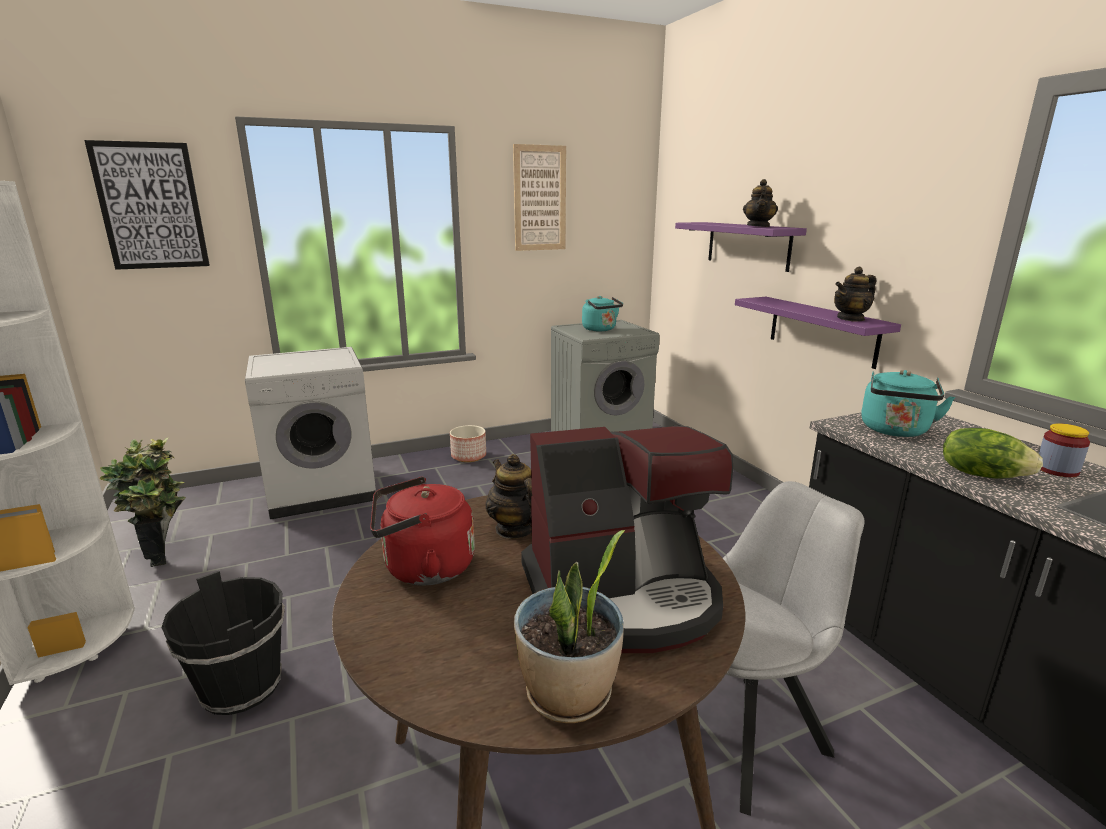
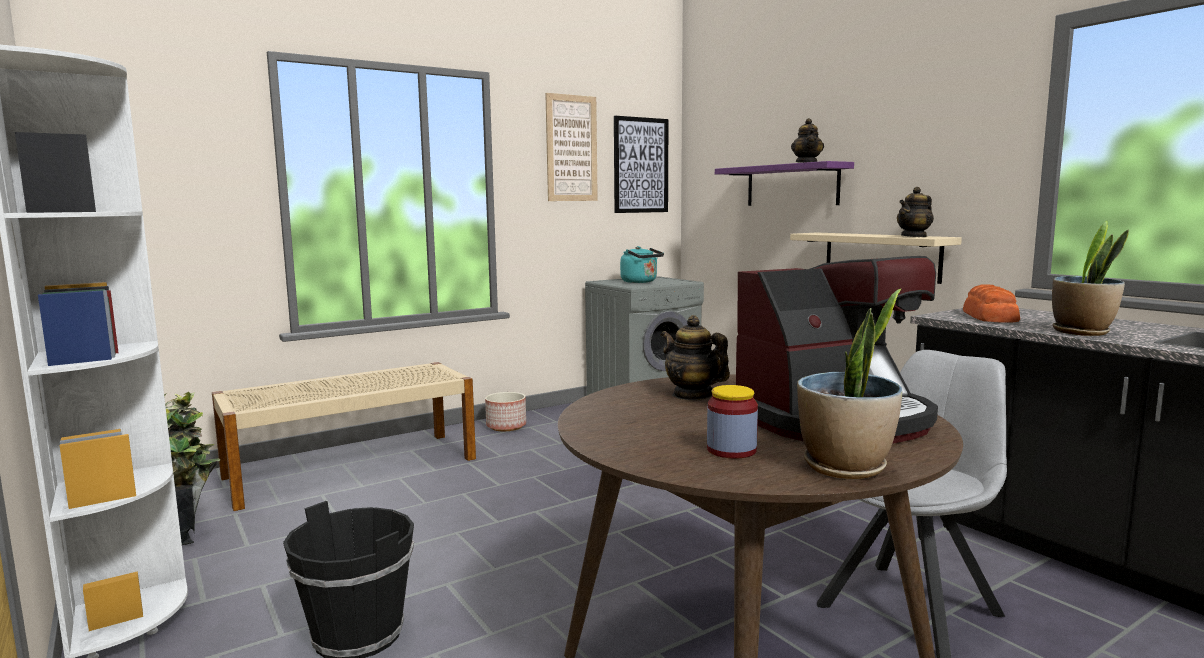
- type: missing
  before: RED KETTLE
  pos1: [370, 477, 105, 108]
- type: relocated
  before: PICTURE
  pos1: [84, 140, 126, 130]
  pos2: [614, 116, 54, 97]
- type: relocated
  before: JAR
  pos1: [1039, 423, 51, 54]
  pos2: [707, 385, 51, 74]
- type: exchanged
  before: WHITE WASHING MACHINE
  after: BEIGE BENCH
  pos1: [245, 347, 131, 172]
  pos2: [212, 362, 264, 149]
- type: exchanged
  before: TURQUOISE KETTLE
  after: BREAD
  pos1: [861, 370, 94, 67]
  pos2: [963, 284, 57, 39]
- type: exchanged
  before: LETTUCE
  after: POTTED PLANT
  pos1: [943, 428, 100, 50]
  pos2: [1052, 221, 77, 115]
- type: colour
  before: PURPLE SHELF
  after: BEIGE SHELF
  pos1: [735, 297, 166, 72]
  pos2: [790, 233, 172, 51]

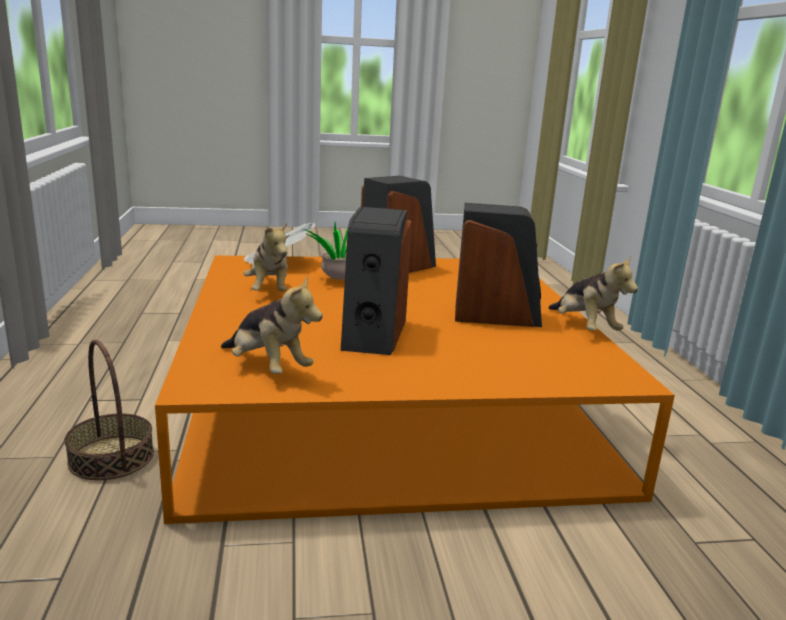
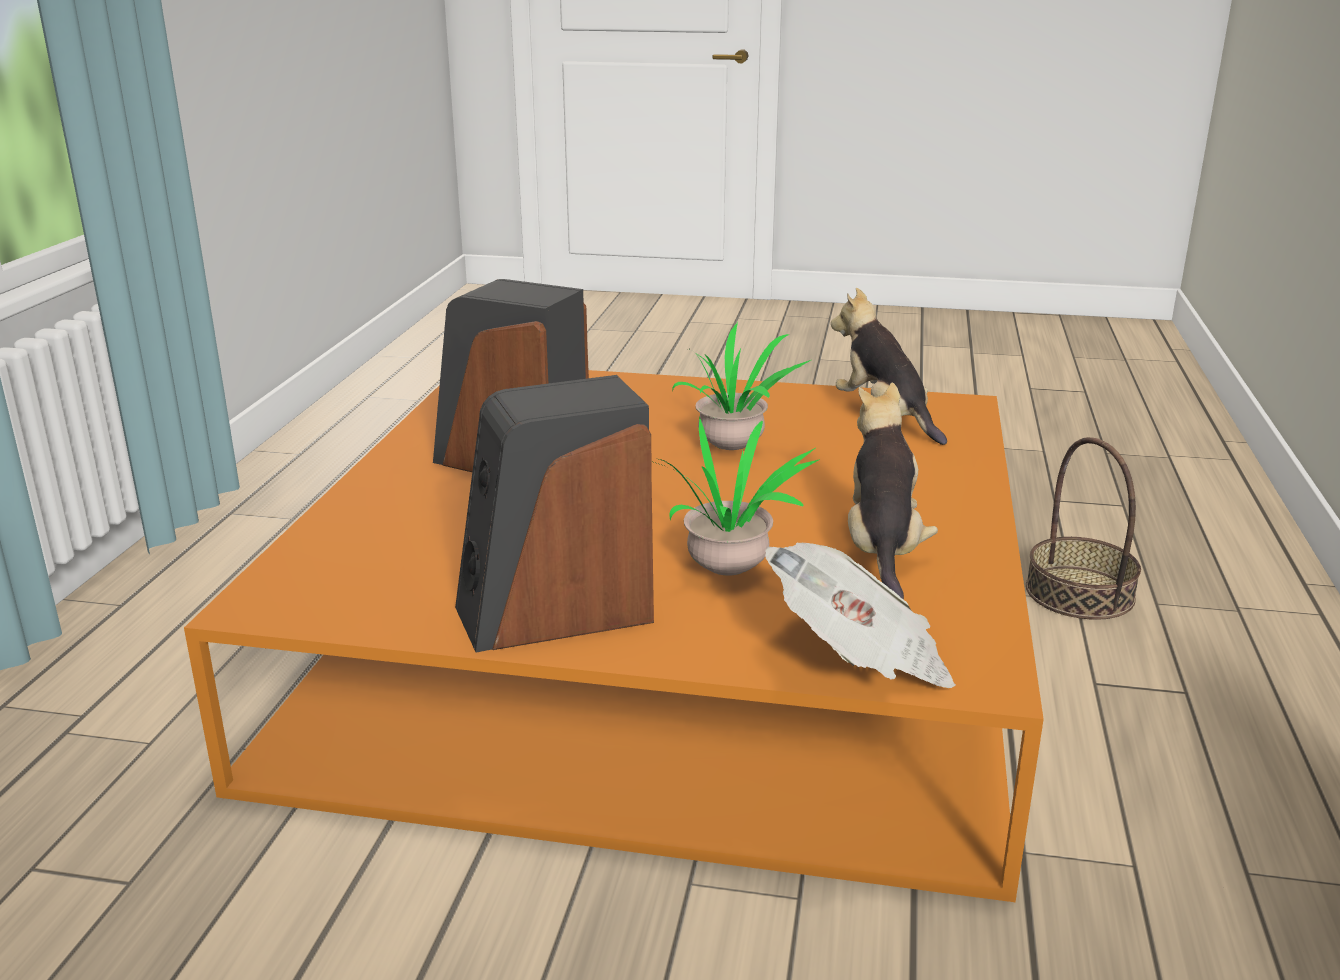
- type: missing
  before: PLUSH TOY
  pos1: [549, 256, 89, 75]
- type: exchanged
  before: SPEAKER
  after: POTTED PLANT
  pos1: [341, 207, 71, 148]
  pos2: [672, 322, 139, 128]

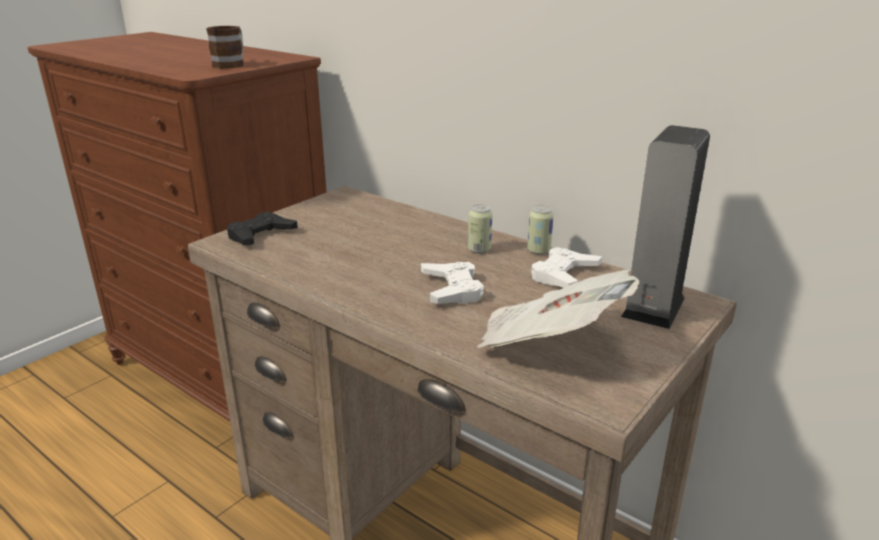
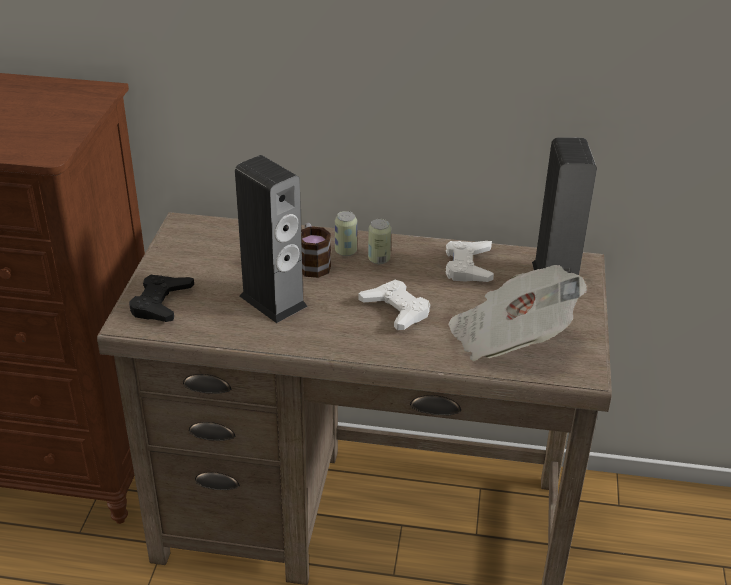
- type: appeared
  after: SPEAKER
  pos2: [235, 155, 73, 168]
- type: relocated
  before: MUG
  pos1: [206, 26, 38, 42]
  pos2: [301, 223, 30, 55]
- type: relocated
  before: CAN
  pos1: [527, 205, 27, 50]
  pos2: [335, 211, 22, 45]

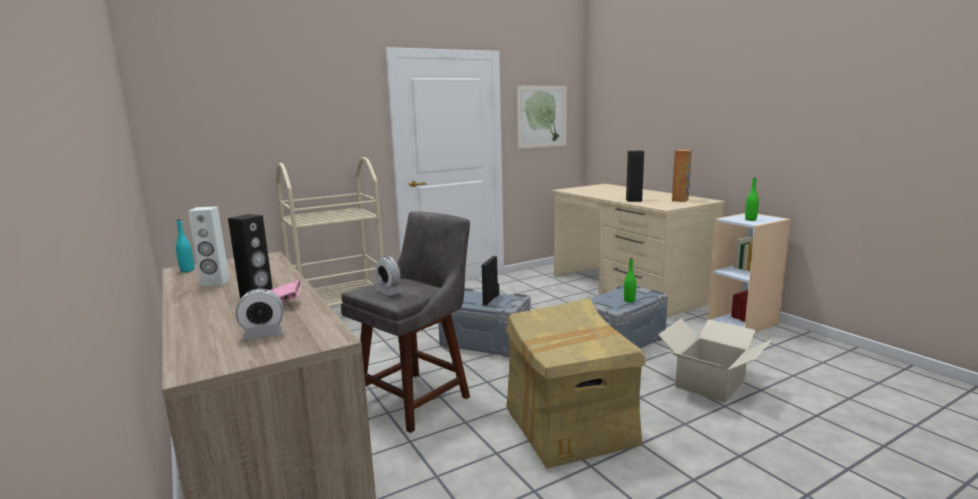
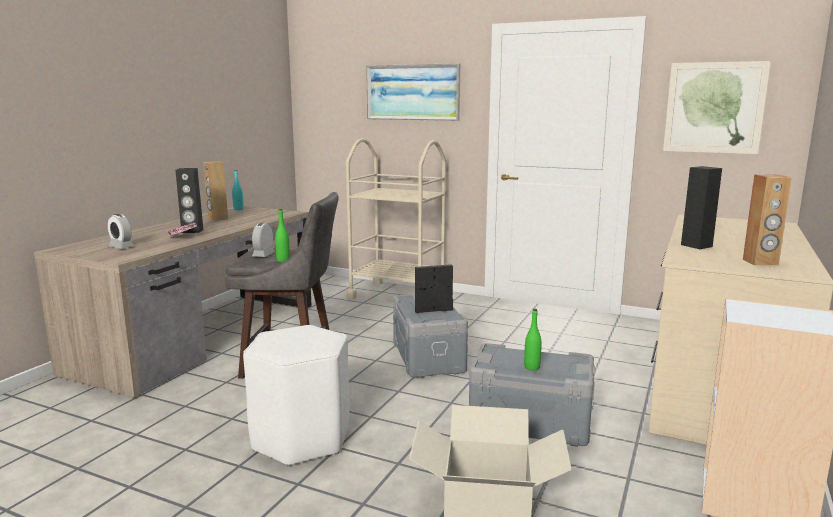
- type: appeared
  after: PICTURE
  pos2: [366, 63, 94, 58]
- type: relocated
  before: GREEN BOTTLE
  pos1: [745, 178, 14, 43]
  pos2: [275, 209, 15, 53]
- type: exchanged
  before: CARDBOARD BOX
  after: WHITE STOOL
  pos1: [506, 298, 139, 170]
  pos2: [243, 325, 106, 142]
- type: colour
  before: WHITE SPEAKER
  after: BROWN SPEAKER
  pos1: [188, 206, 42, 80]
  pos2: [203, 161, 25, 60]

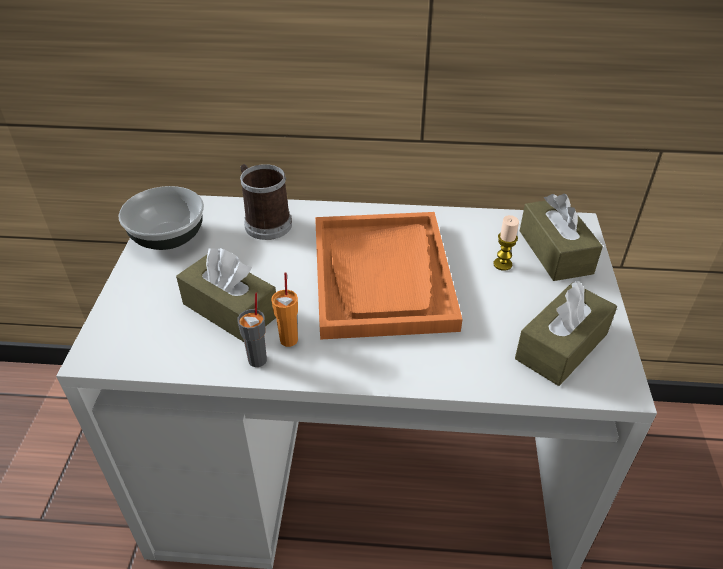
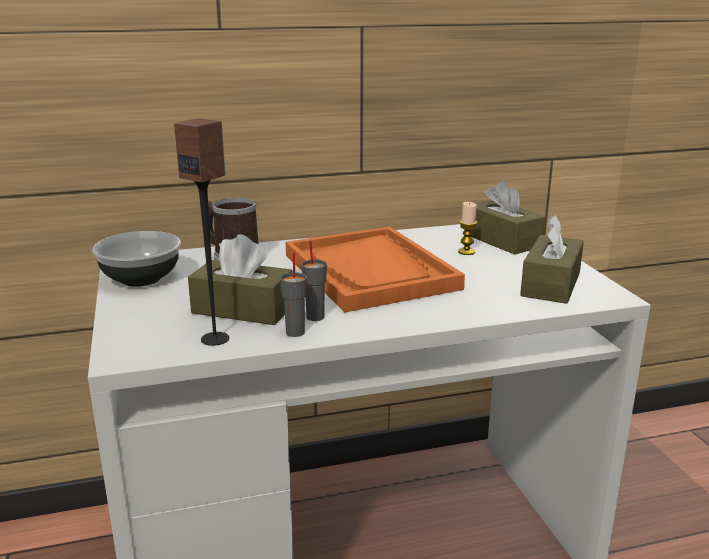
- type: appeared
  after: SPEAKER
  pos2: [174, 118, 55, 228]
- type: colour
  before: ORANGE CUP
  after: GREY CUP
  pos1: [271, 273, 27, 74]
  pos2: [302, 241, 25, 80]

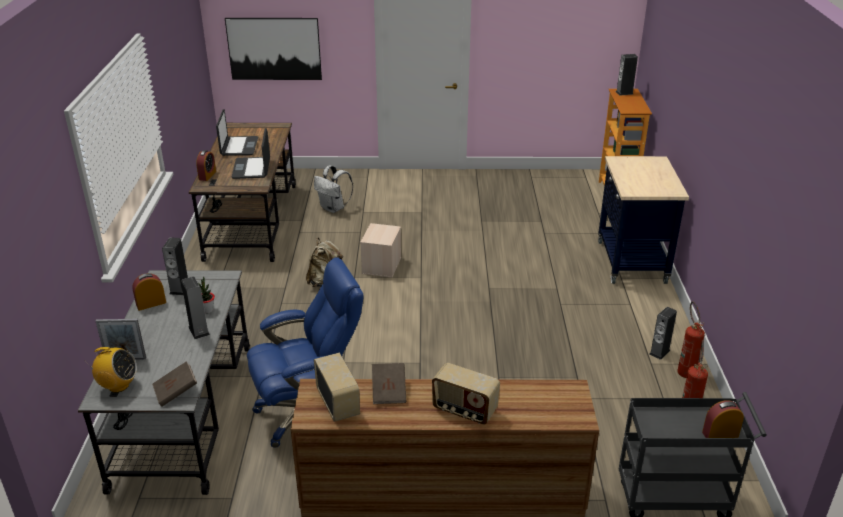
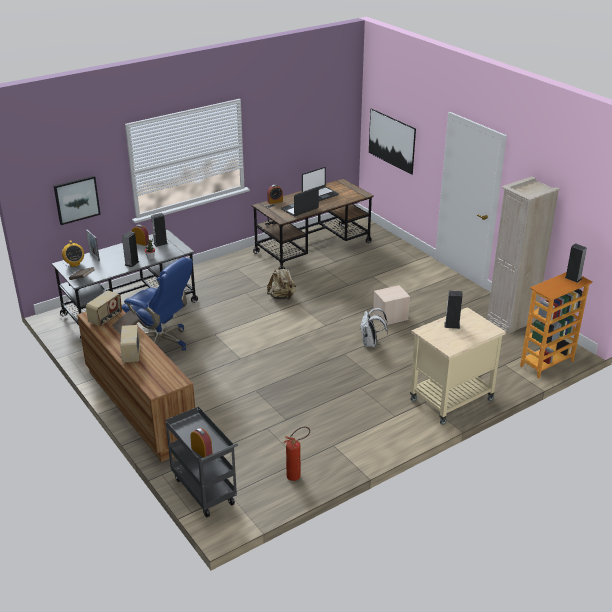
- type: missing
  before: FIRE EXTINGUISHER
  pos1: [678, 301, 27, 77]
- type: appeared
  after: PICTURE
  pos2: [53, 176, 48, 49]
- type: appeared
  after: BEIGE CABINET
  pos2: [487, 176, 73, 157]
- type: relocated
  before: WHITE BACKPACK
  pos1: [314, 165, 39, 48]
  pos2: [360, 308, 28, 39]
- type: relocated
  before: BEIGE STORAGE BOX
  pos1: [360, 223, 41, 55]
  pos2: [373, 285, 37, 41]
- type: relocated
  before: SPEAKER
  pos1: [650, 307, 27, 53]
  pos2: [445, 291, 18, 38]
- type: colour
  before: BLUE CART
  after: BEIGE CART
  pos1: [598, 156, 91, 128]
  pos2: [410, 307, 96, 118]

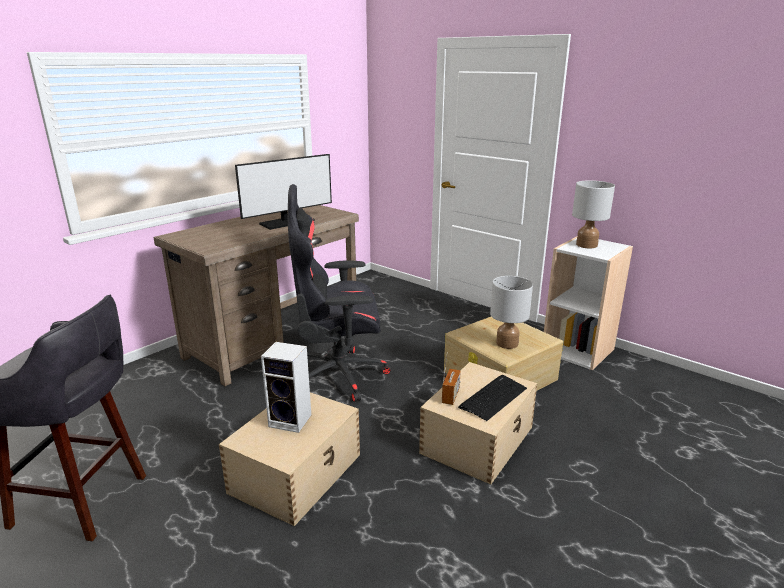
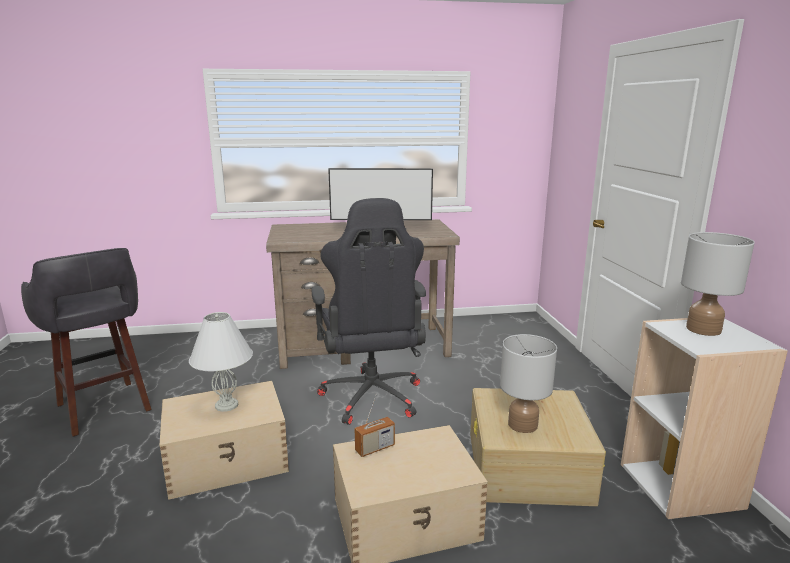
- type: missing
  before: KEYBOARD
  pos1: [458, 375, 69, 46]
- type: exchanged
  before: SPEAKER
  after: WHITE TABLE LAMP
  pos1: [261, 342, 50, 91]
  pos2: [189, 312, 64, 100]
- type: spun
  before: BLACK OFFICE CHAIR
  pos1: [288, 184, 103, 218]
  pos2: [312, 198, 114, 227]
  turn: -135

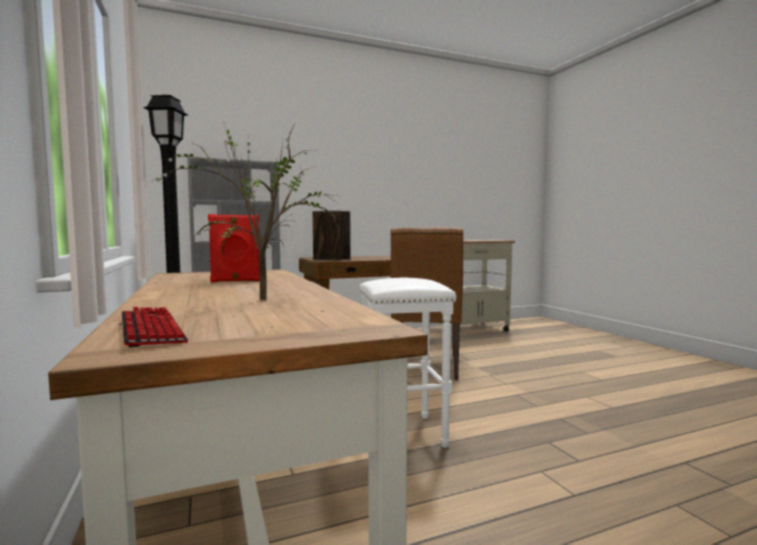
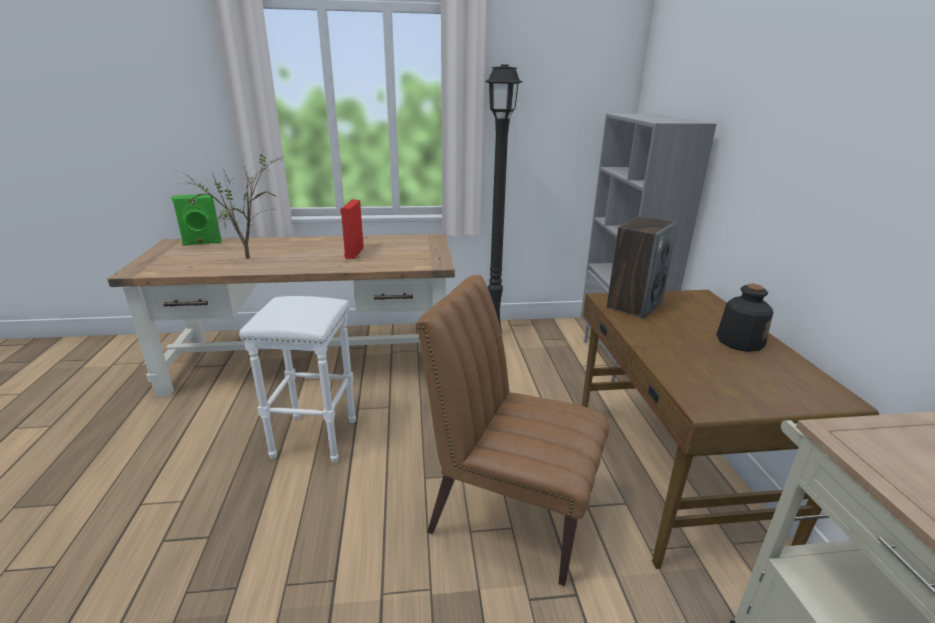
- type: appeared
  after: BOTTLE
  pos2: [716, 284, 57, 68]
- type: exchanged
  before: KEYBOARD
  after: GREEN SPEAKER
  pos1: [122, 307, 66, 41]
  pos2: [171, 194, 51, 52]

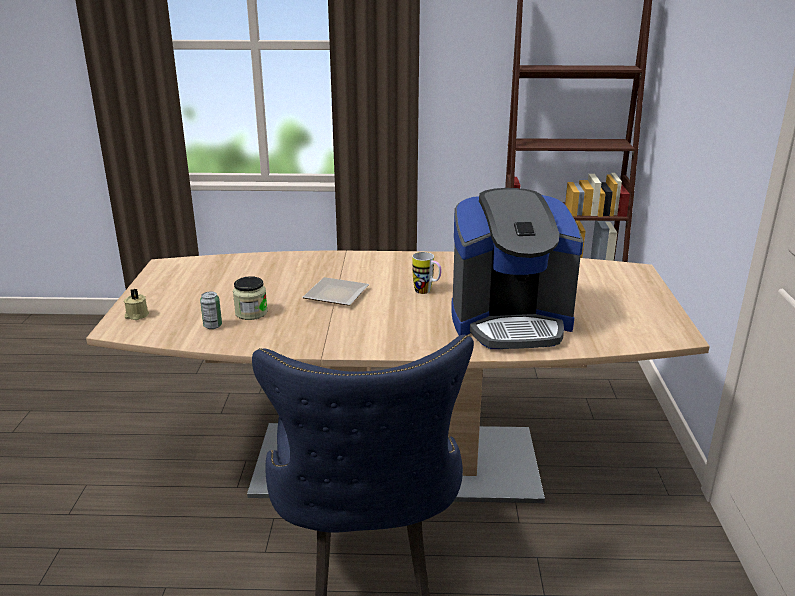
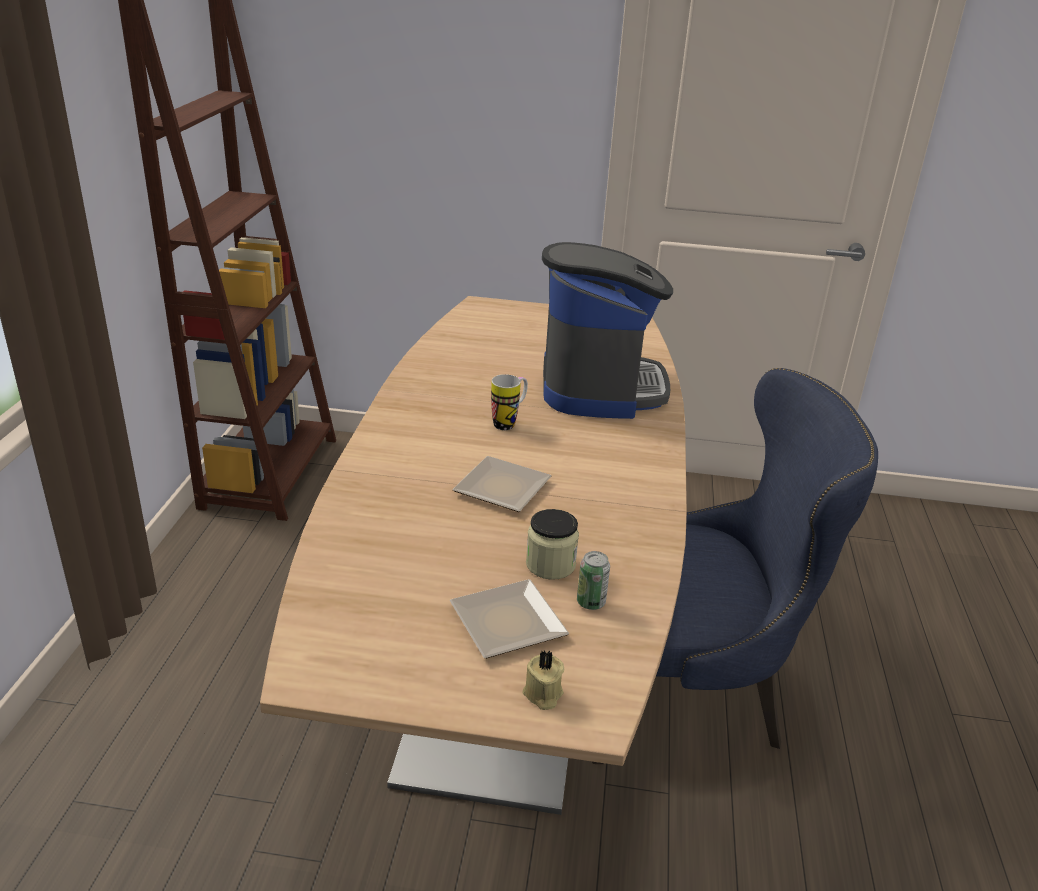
- type: appeared
  after: PLATE
  pos2: [450, 579, 119, 80]

